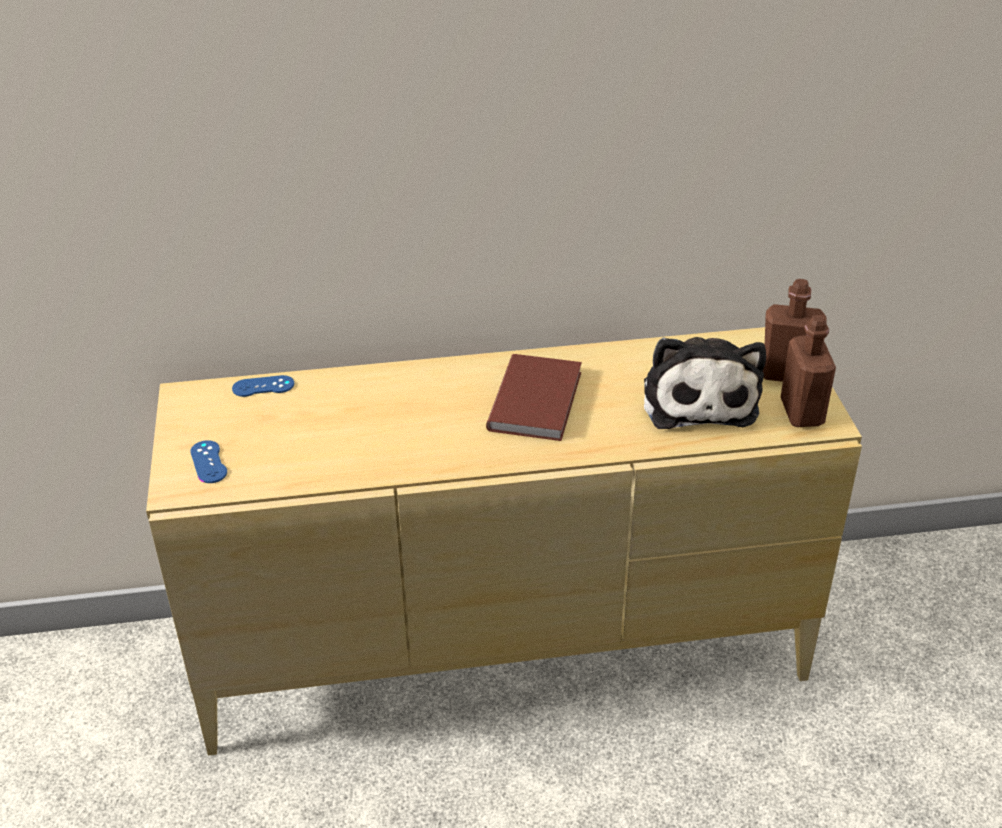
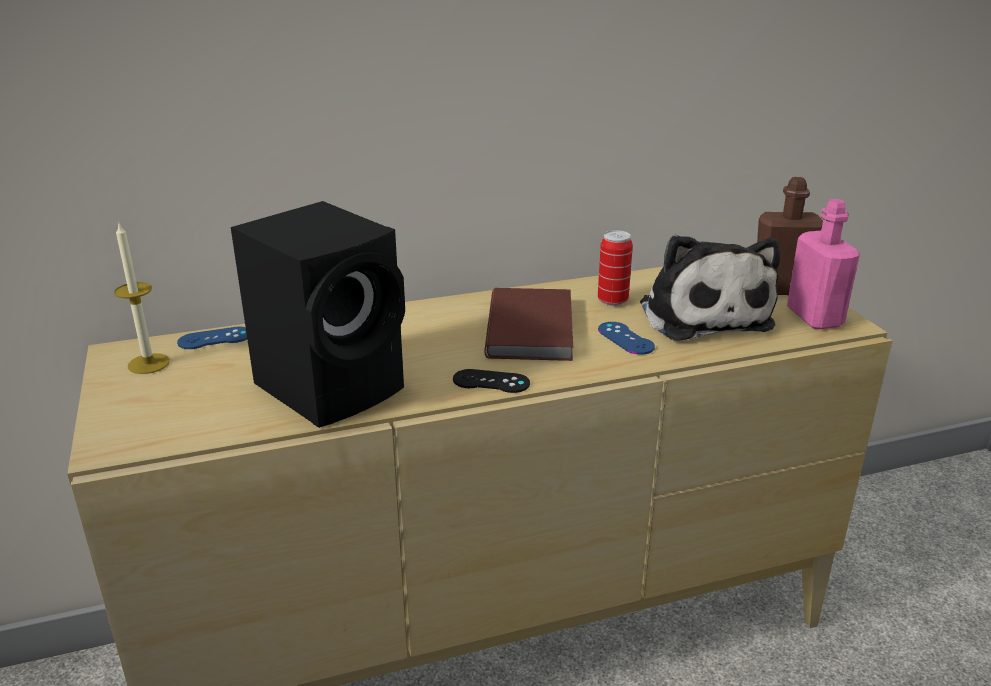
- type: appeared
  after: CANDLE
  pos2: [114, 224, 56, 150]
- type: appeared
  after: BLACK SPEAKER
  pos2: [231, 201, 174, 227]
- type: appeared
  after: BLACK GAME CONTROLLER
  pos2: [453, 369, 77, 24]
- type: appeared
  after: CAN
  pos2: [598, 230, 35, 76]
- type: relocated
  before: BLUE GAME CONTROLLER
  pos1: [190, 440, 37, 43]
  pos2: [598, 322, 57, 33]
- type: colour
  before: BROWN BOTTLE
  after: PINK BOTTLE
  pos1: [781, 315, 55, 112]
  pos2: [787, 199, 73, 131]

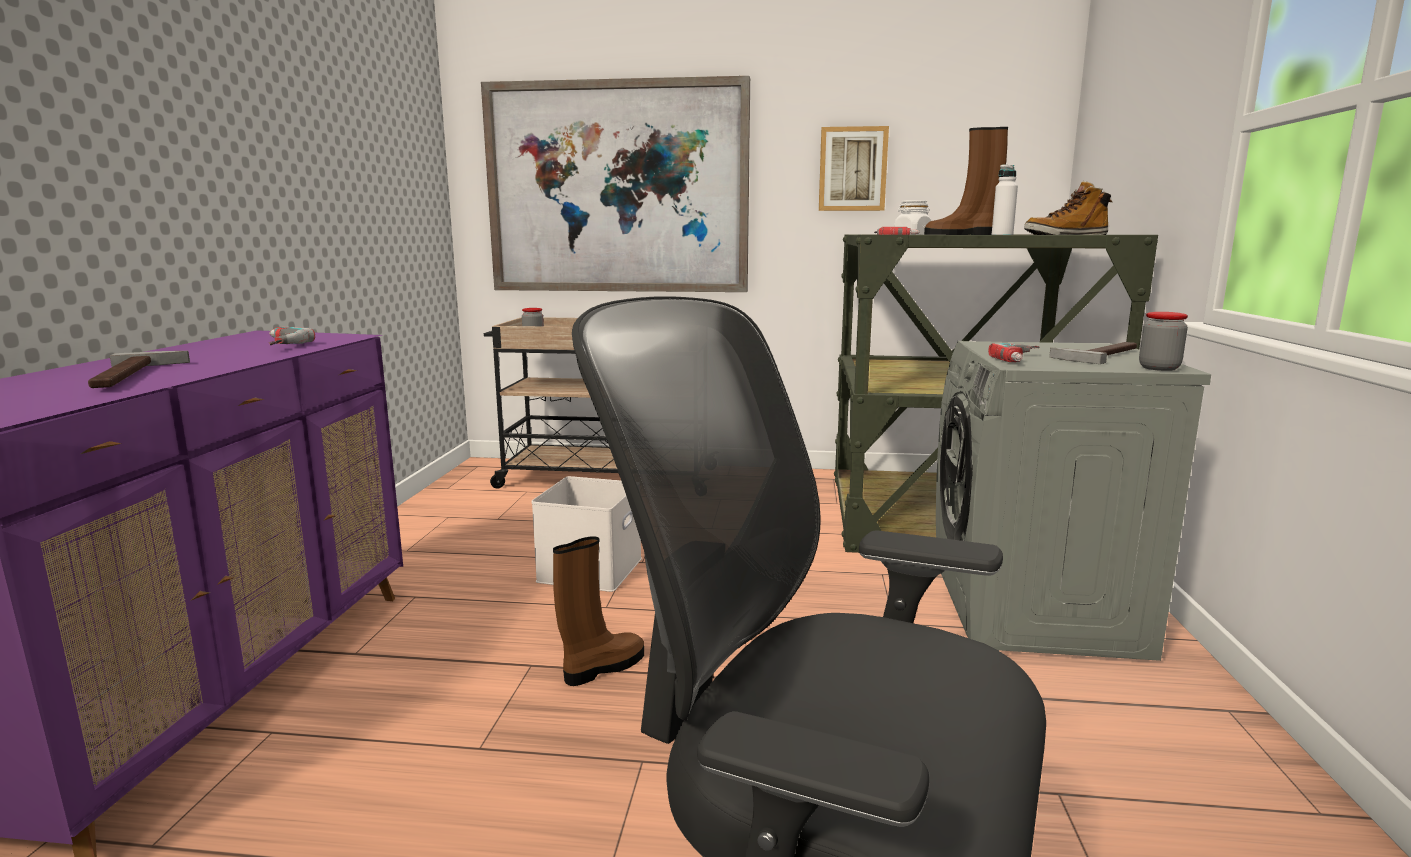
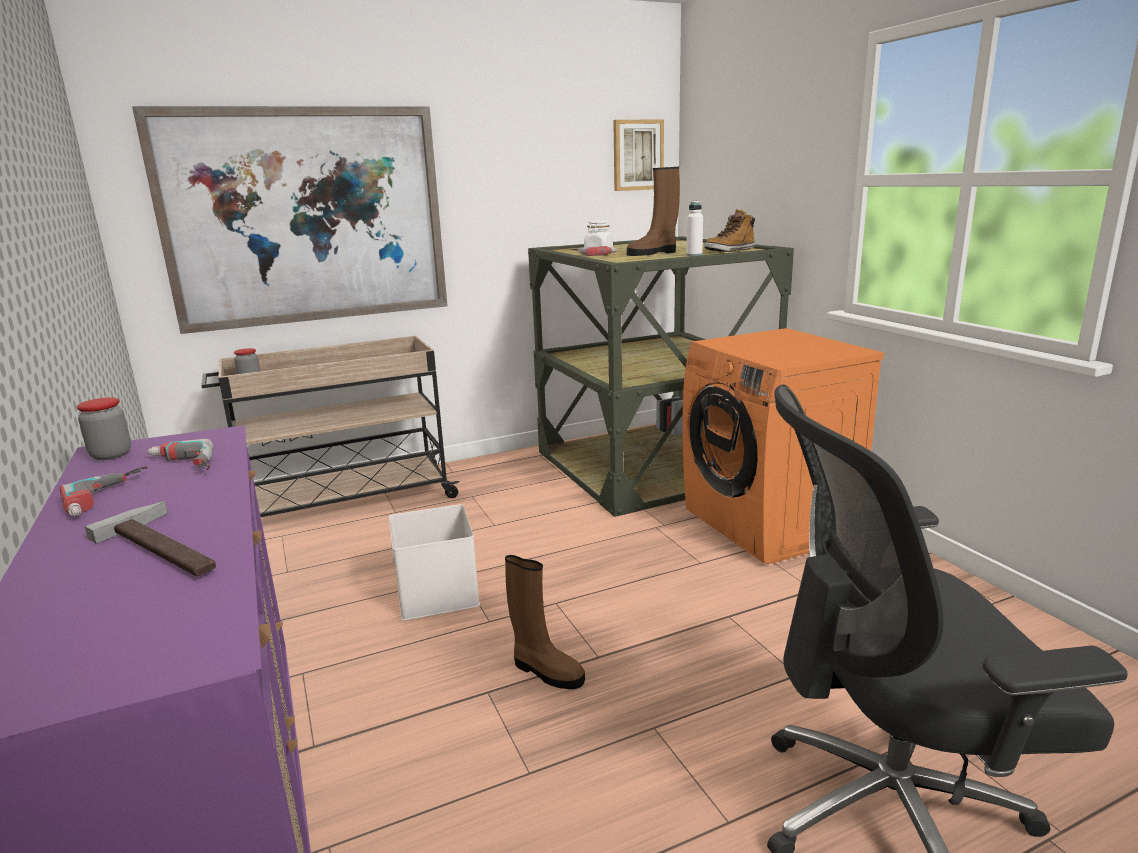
- type: missing
  before: HAMMER
  pos1: [1049, 342, 88, 22]
- type: relocated
  before: PICTURE
  pos1: [819, 126, 70, 85]
  pos2: [613, 119, 51, 72]
- type: relocated
  before: POWER DRILL
  pos1: [988, 343, 52, 19]
  pos2: [60, 466, 88, 50]
- type: relocated
  before: JAR
  pos1: [1139, 312, 49, 59]
  pos2: [77, 397, 54, 63]
- type: colour
  before: GREY WASHING MACHINE
  after: ORANGE WASHING MACHINE
  pos1: [936, 341, 275, 320]
  pos2: [683, 328, 201, 236]
- type: spun
  before: BROWN BOOT
  pos1: [553, 536, 91, 150]
  pos2: [505, 555, 80, 134]
  turn: 105

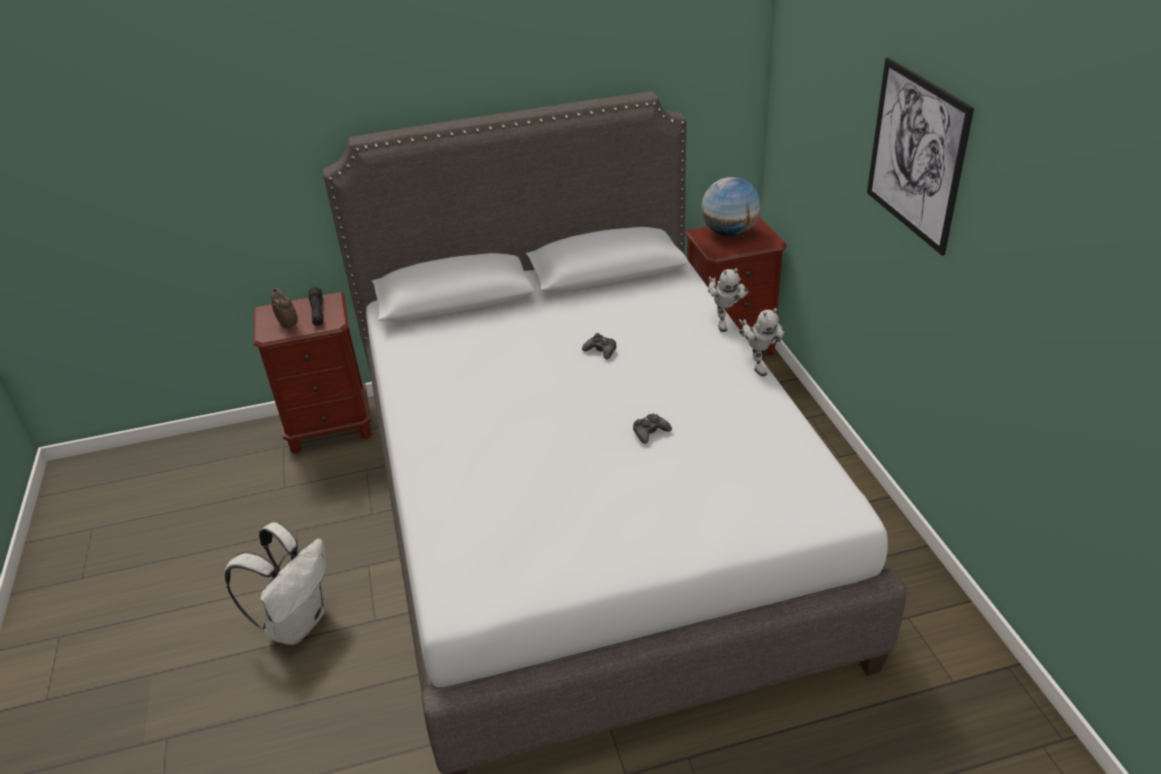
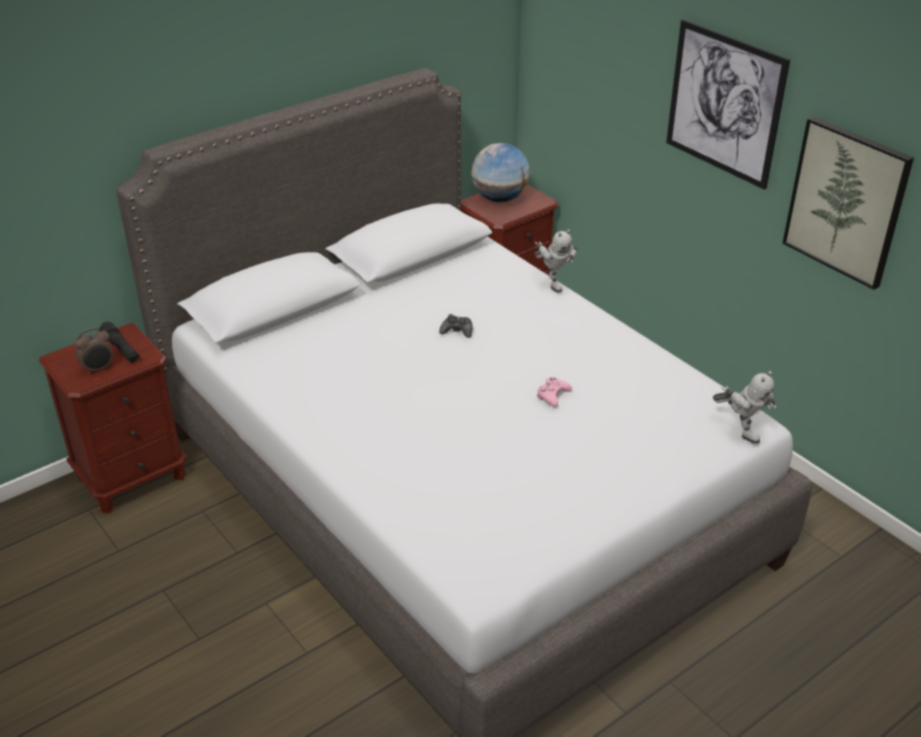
- type: missing
  before: WHITE BACKPACK
  pos1: [224, 522, 102, 123]
- type: appeared
  after: PICTURE
  pos2: [783, 117, 131, 173]
- type: relocated
  before: TOY ROBOT
  pos1: [739, 308, 46, 68]
  pos2: [713, 371, 63, 73]
- type: colour
  before: BLACK GAME CONTROLLER
  after: PINK GAME CONTROLLER
  pos1: [633, 413, 39, 31]
  pos2: [537, 378, 35, 29]
- type: spun
  before: ALARM CLOCK
  pos1: [271, 288, 27, 43]
  pos2: [74, 328, 39, 47]
  turn: 120

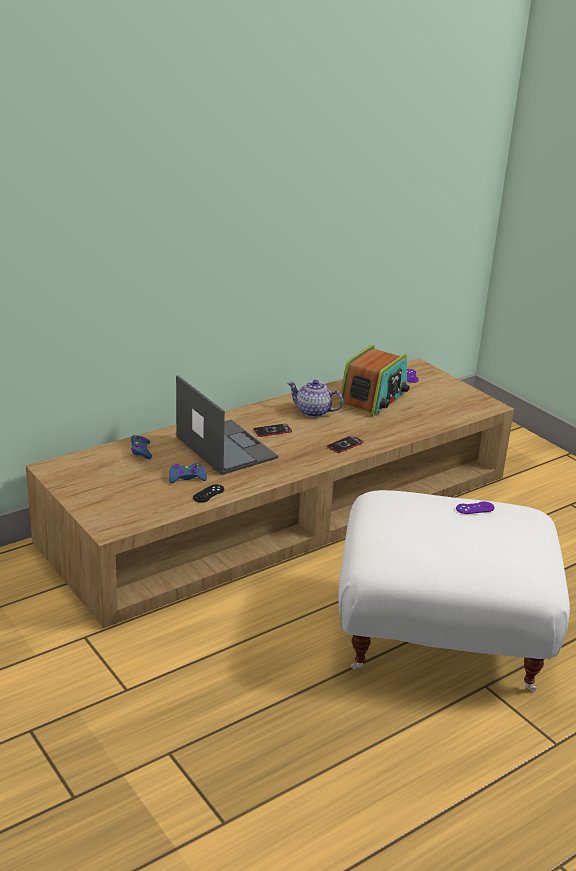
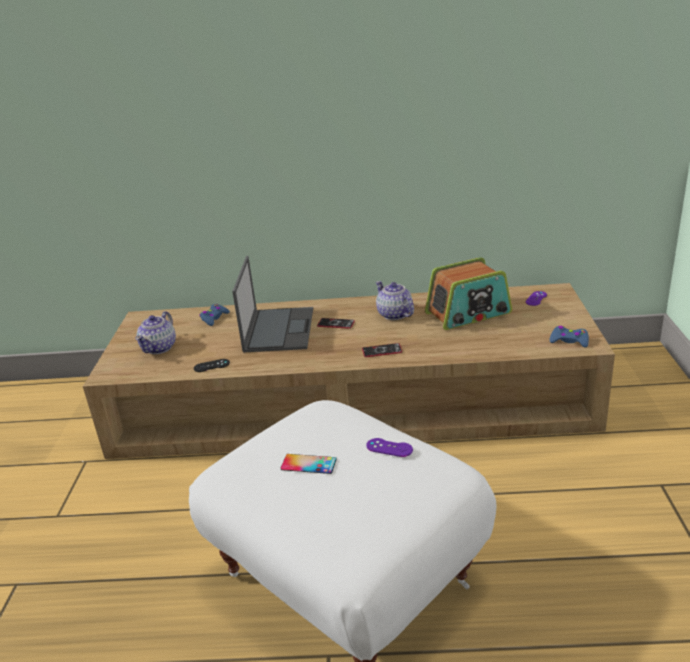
- type: appeared
  after: TEAPOT
  pos2: [135, 311, 41, 43]
- type: appeared
  after: PHONE
  pos2: [281, 454, 56, 20]
- type: relocated
  before: BLUE GAME CONTROLLER
  pos1: [169, 463, 38, 20]
  pos2: [550, 326, 39, 21]

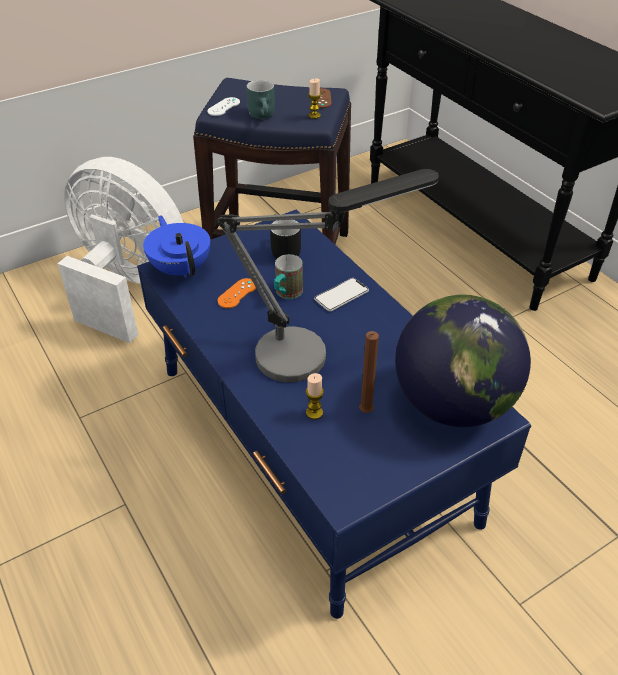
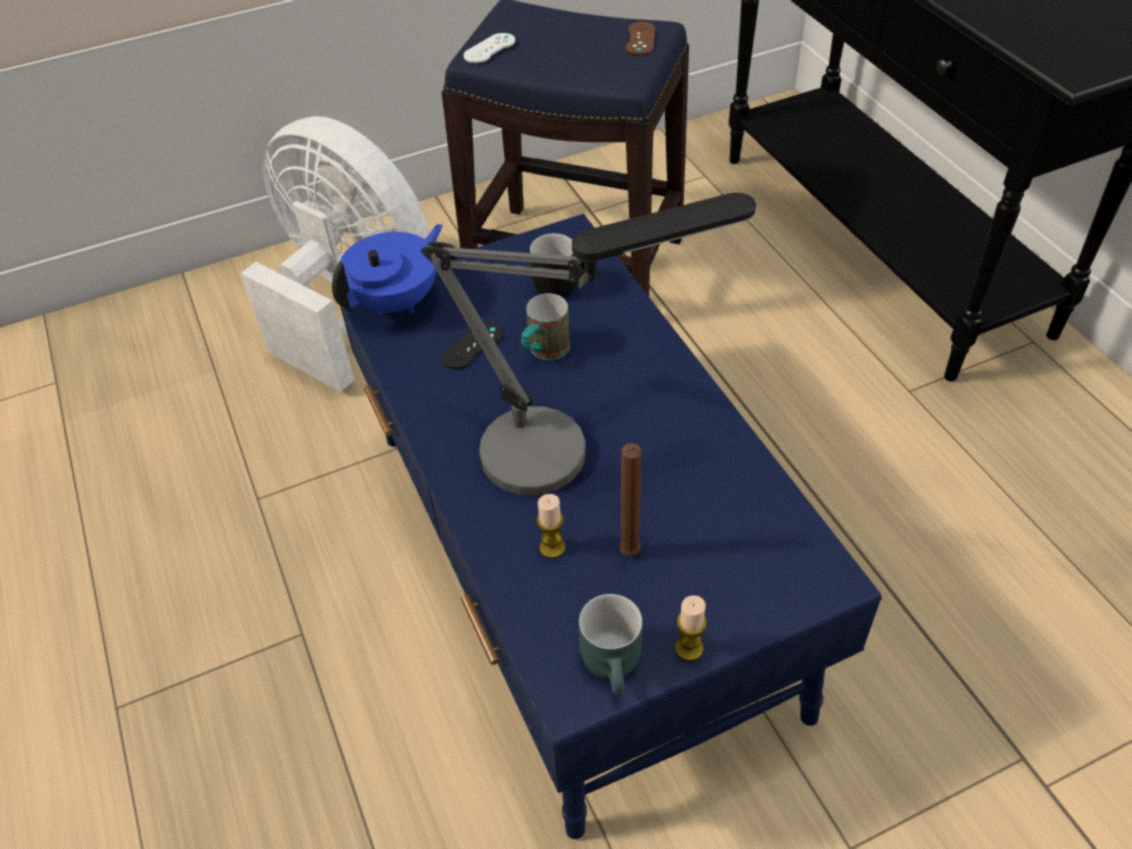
- type: missing
  before: PHONE
  pos1: [314, 278, 55, 33]
- type: missing
  before: GLOBE
  pos1: [395, 295, 136, 132]
- type: relocated
  before: TURQUOISE MUG
  pos1: [247, 80, 28, 39]
  pos2: [579, 594, 64, 101]
- type: relocated
  before: CANDLE
  pos1: [308, 79, 13, 40]
  pos2: [675, 595, 32, 66]
- type: colour
  before: ORANGE GAME CONTROLLER
  after: BLACK GAME CONTROLLER
  pos1: [217, 278, 39, 30]
  pos2: [441, 323, 62, 46]
- type: spun
  before: BLUE TEAPOT
  pos1: [143, 216, 67, 62]
  pos2: [332, 224, 111, 90]
  turn: 60

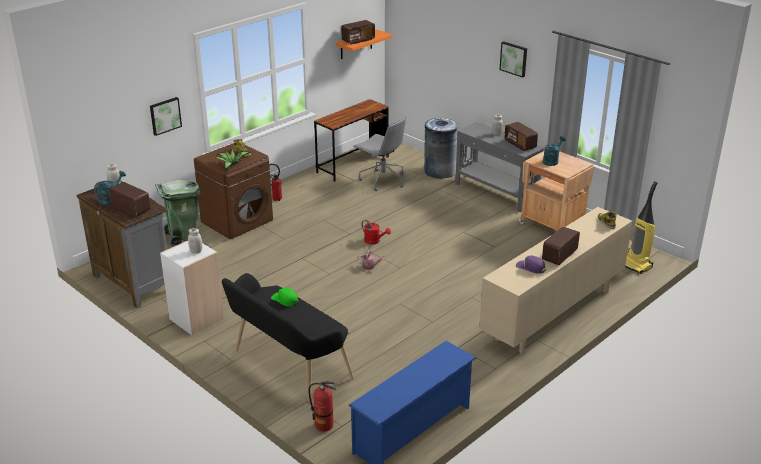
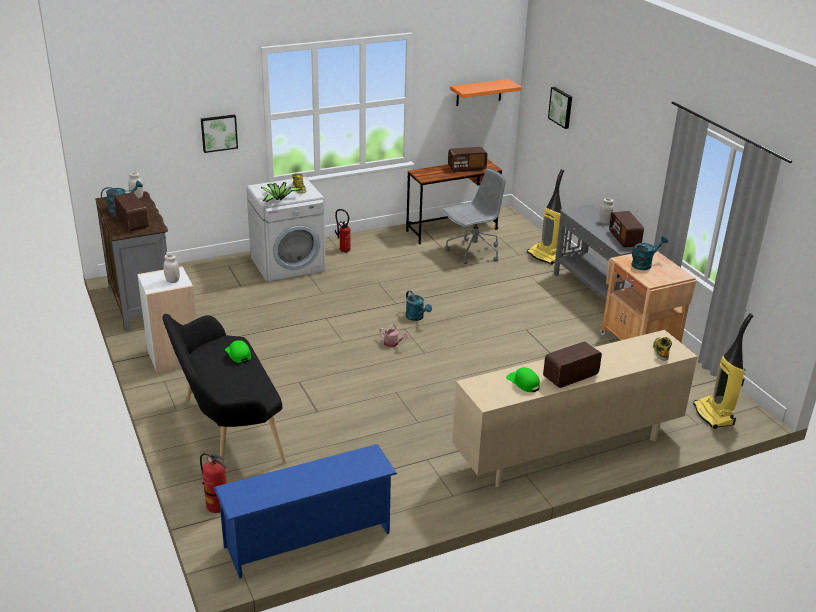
- type: missing
  before: GREEN TRASH CAN
  pos1: [155, 180, 45, 67]
- type: relocated
  before: RADIO
  pos1: [341, 20, 34, 24]
  pos2: [448, 147, 39, 25]
- type: relocated
  before: PICTURE
  pos1: [499, 41, 28, 37]
  pos2: [548, 87, 24, 42]
- type: exchanged
  before: GREY TRASH CAN
  after: VACUUM CLEANER
  pos1: [424, 118, 34, 60]
  pos2: [527, 169, 37, 96]
- type: colour
  before: BROWN WASHING MACHINE
  after: WHITE WASHING MACHINE
  pos1: [194, 143, 79, 96]
  pos2: [246, 177, 80, 105]
- type: colour
  before: RED WATERING CAN
  after: TURQUOISE WATERING CAN
  pos1: [361, 220, 30, 25]
  pos2: [406, 290, 26, 31]
- type: colour
  before: PURPLE CAP
  after: GREEN CAP
  pos1: [516, 255, 29, 19]
  pos2: [506, 367, 34, 25]
- type: spun
  before: GREY OFFICE CHAIR
  pos1: [353, 117, 53, 74]
  pos2: [441, 168, 65, 96]
  turn: -90

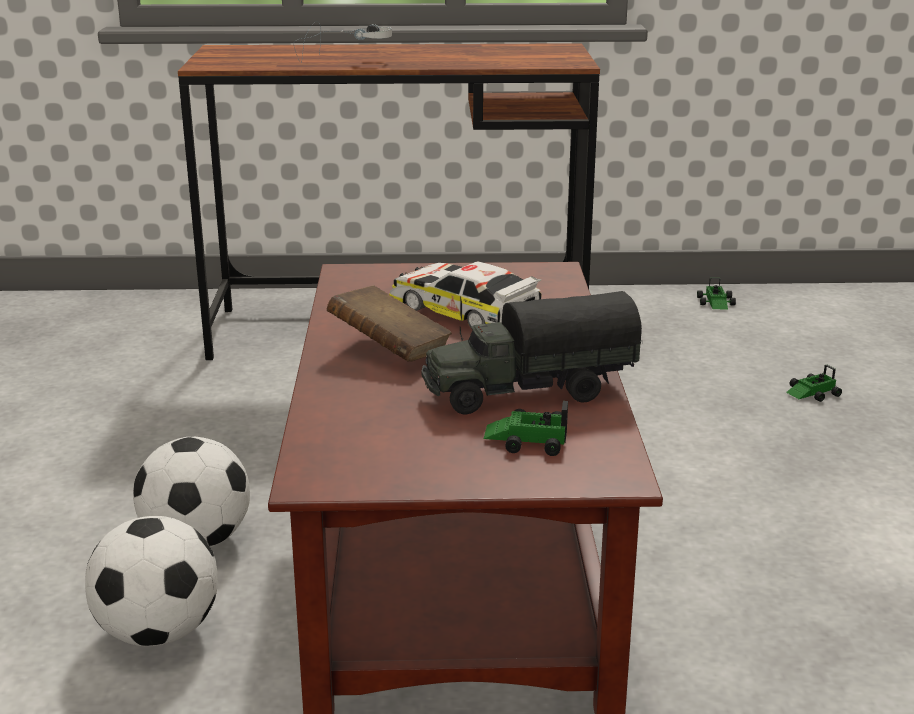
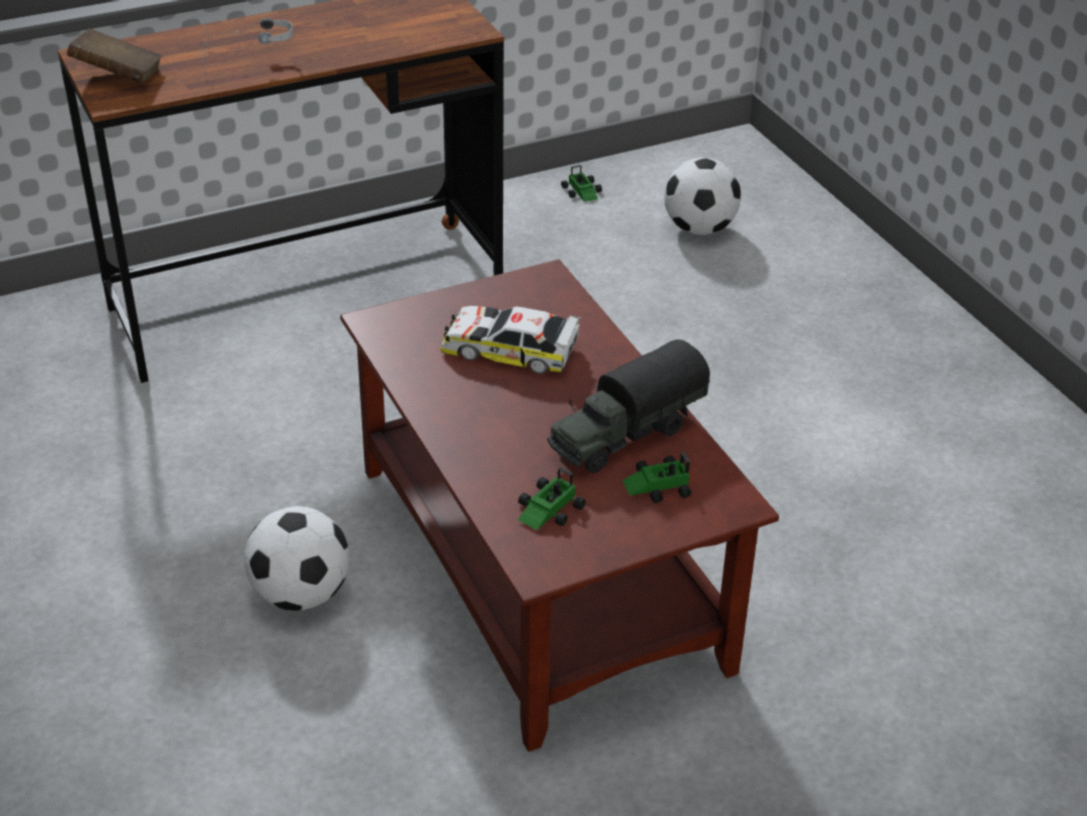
- type: relocated
  before: FOOTBALL
  pos1: [85, 516, 133, 130]
  pos2: [664, 158, 77, 77]
- type: relocated
  before: BROWN BOOK
  pos1: [327, 285, 125, 77]
  pos2: [67, 28, 95, 55]
- type: relocated
  before: TOY CAR
  pos1: [786, 365, 56, 37]
  pos2: [518, 467, 68, 63]

